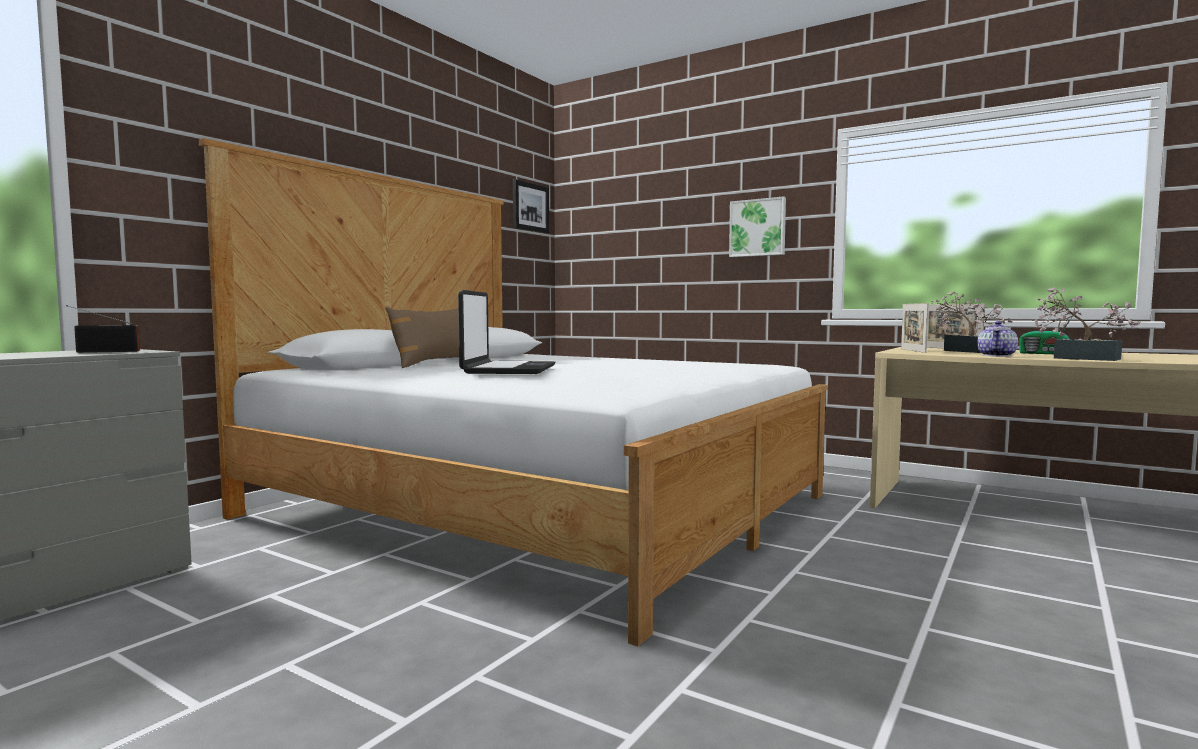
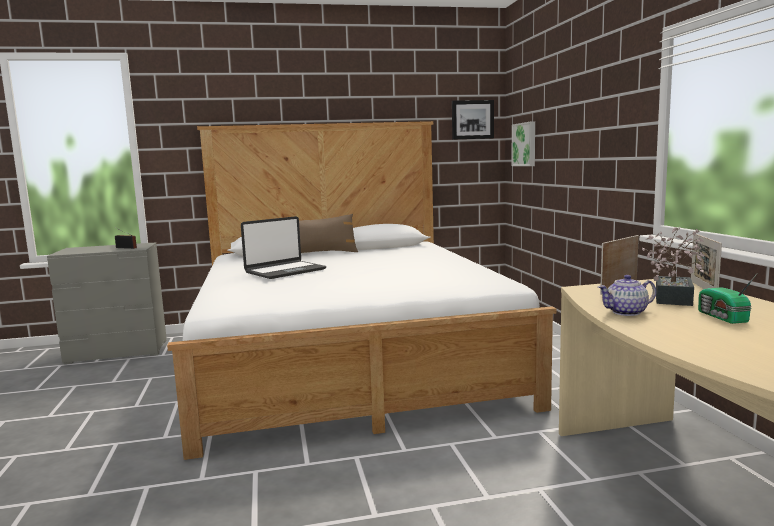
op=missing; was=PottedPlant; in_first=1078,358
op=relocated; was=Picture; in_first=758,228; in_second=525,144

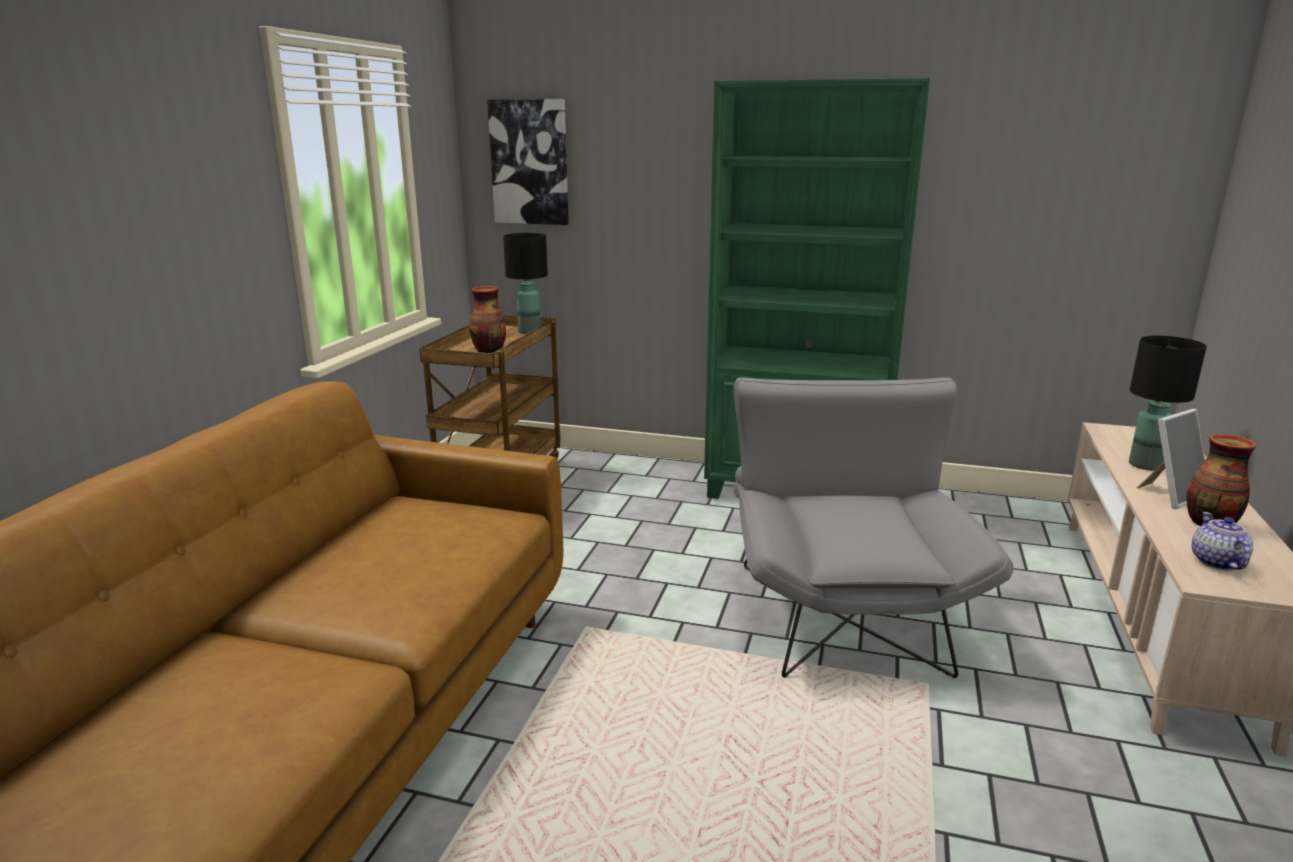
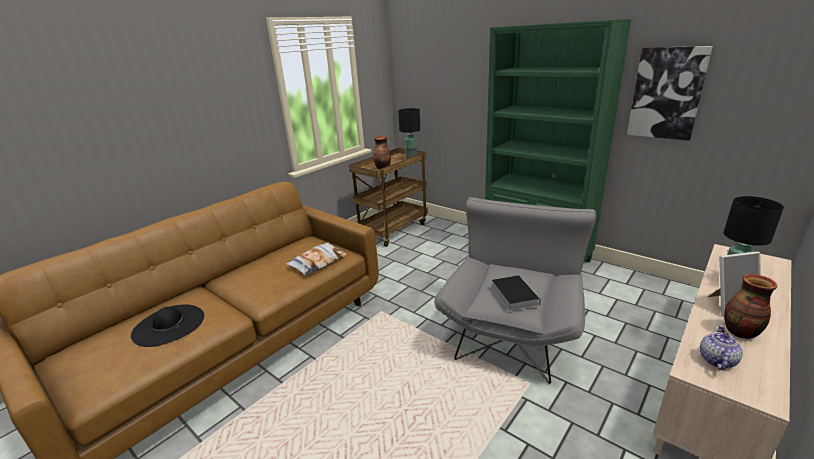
op=appeared; now=BlackHat; in_second=168,325
op=appeared; now=Pillow; in_second=318,262
op=appeared; now=Book; in_second=513,294
op=relocated; was=Picture; in_first=530,162; in_second=666,93

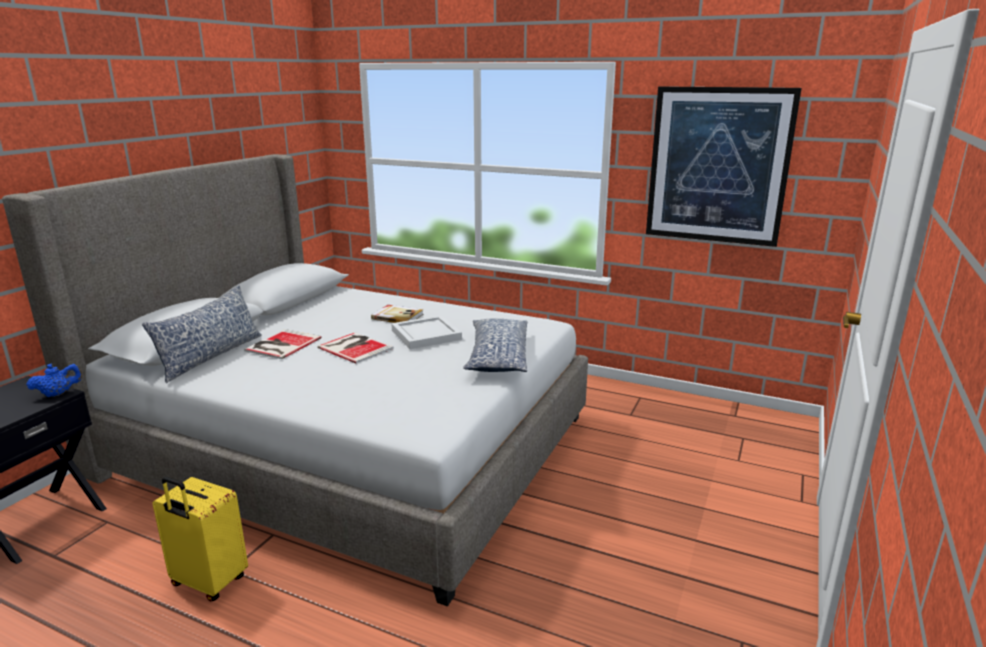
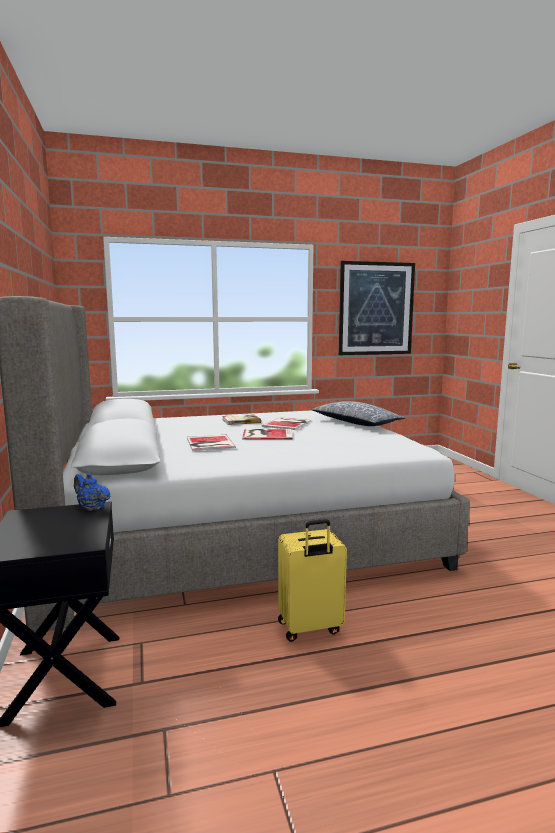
op=missing; was=Pillow; in_first=211,356
op=exchanged; was=WhiteTray; now=Book; in_first=427,335; in_second=288,424
op=spun; was=BlueTeapot; in_first=58,394; in_second=91,508; clockwise=-75

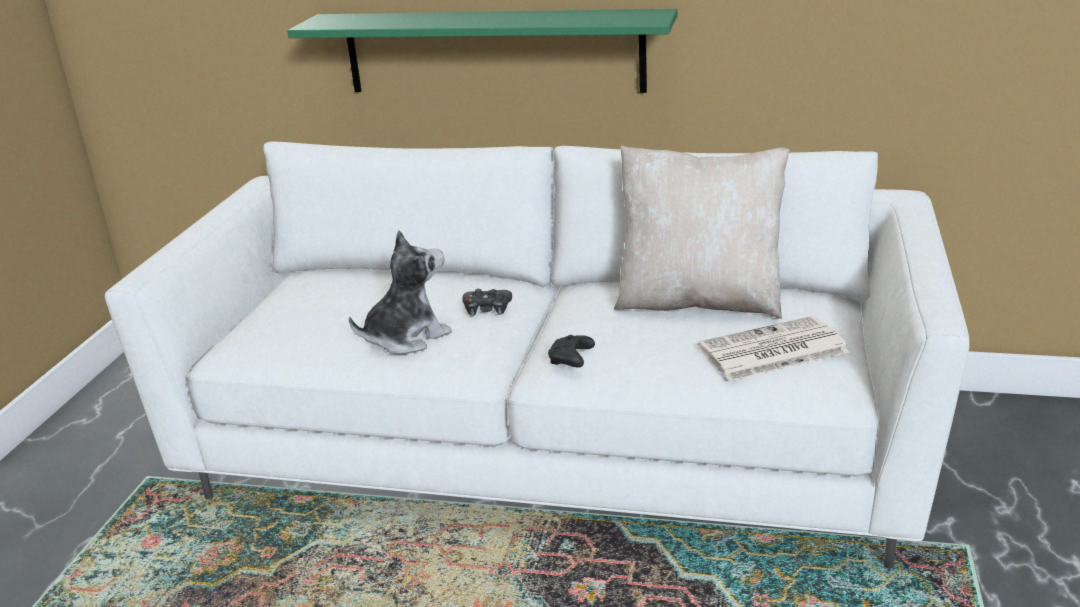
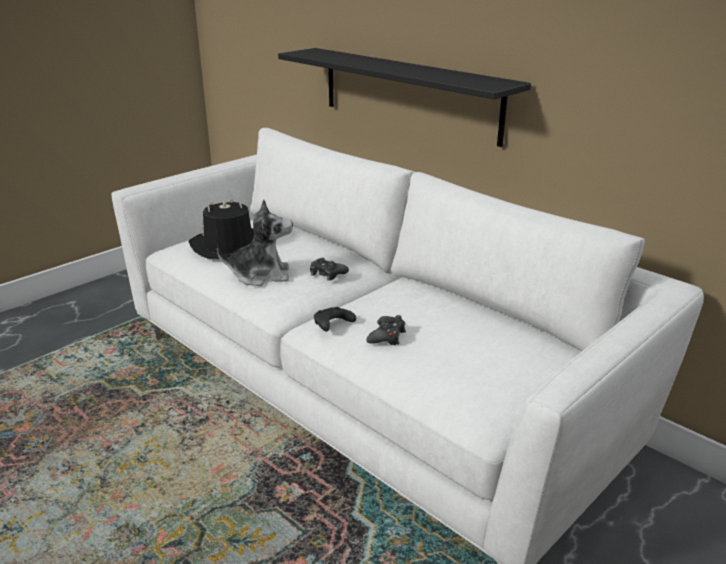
op=missing; was=BeigePillow; in_first=699,301
op=missing; was=Newspaper; in_first=771,351
op=appeared; now=BlackHat; in_second=228,246
op=appeared; now=BlackGameController; in_second=387,336
op=colour; was=GreenShelf; now=BlackShelf; in_first=493,52; in_second=408,94

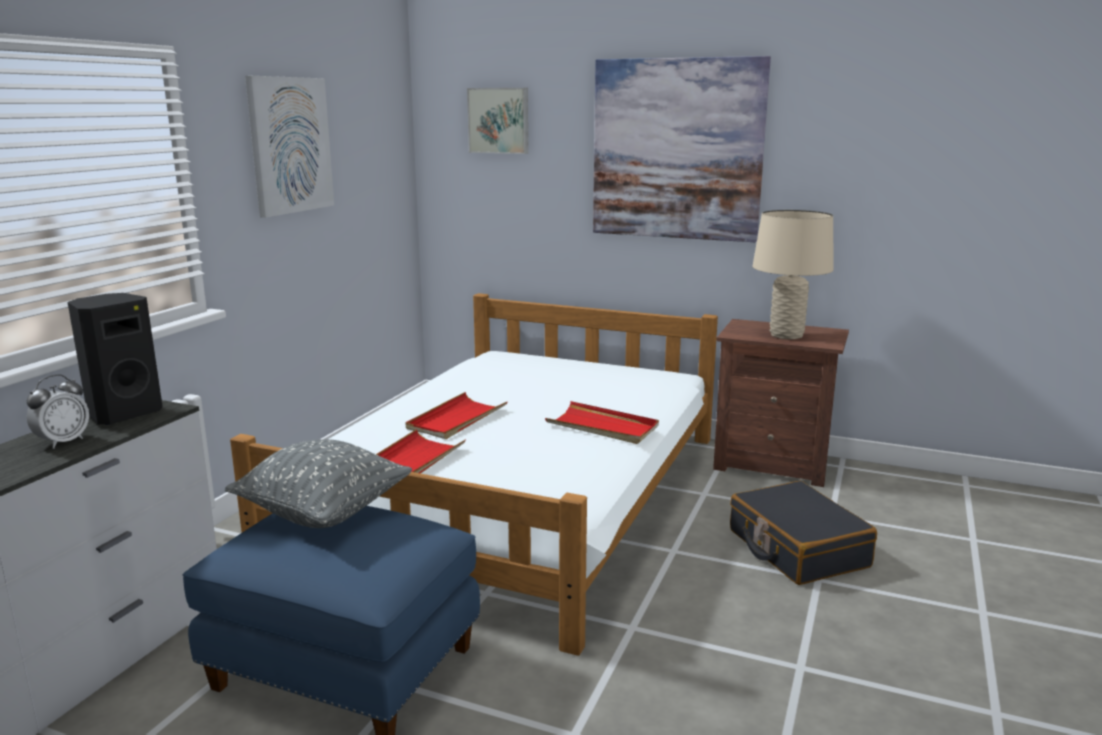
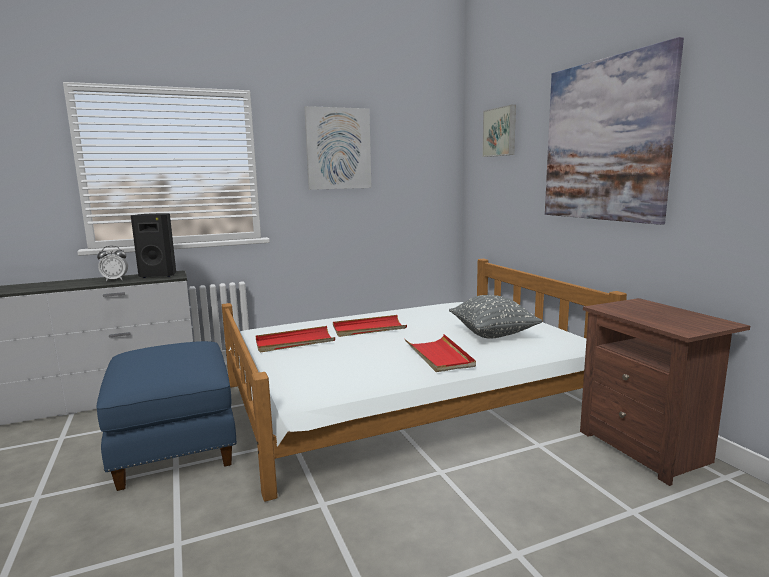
op=missing; was=BlackSuitcase; in_first=796,548
op=missing; was=BeigeTableLamp; in_first=786,335
op=relocated; was=GreyPillow; in_first=324,513; in_second=492,334

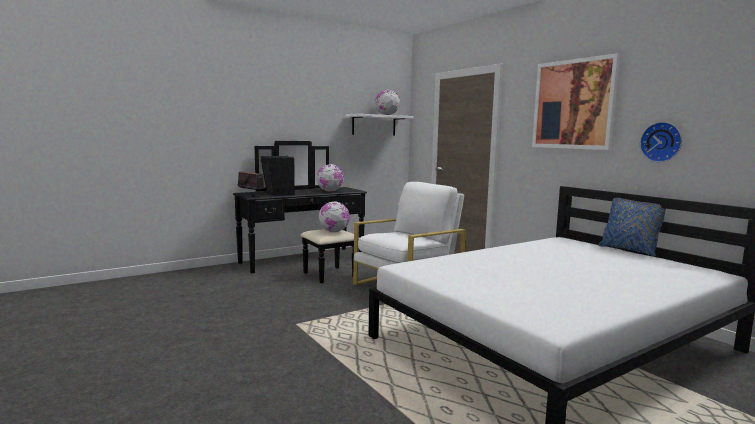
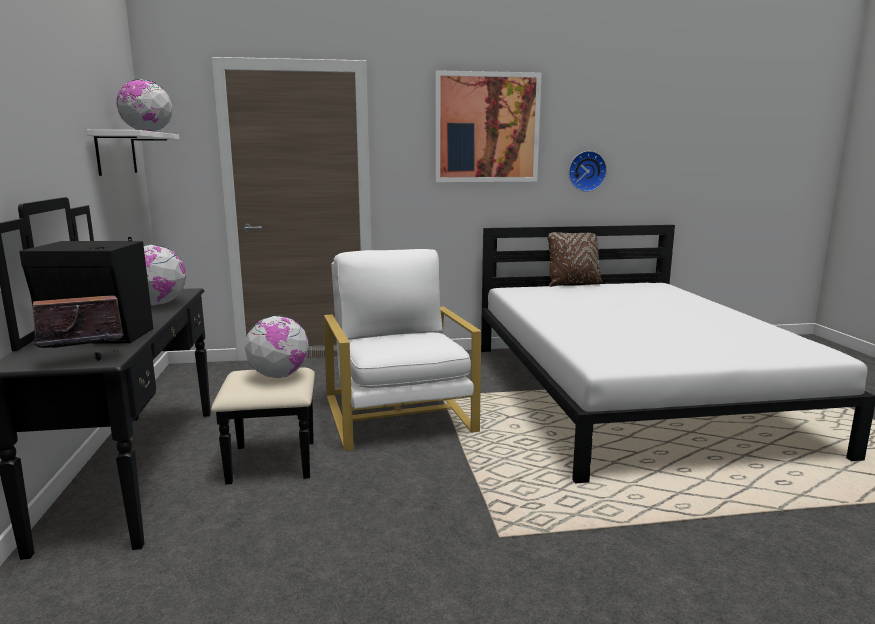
op=colour; was=BluePillow; now=BrownPillow; in_first=629,250; in_second=573,284

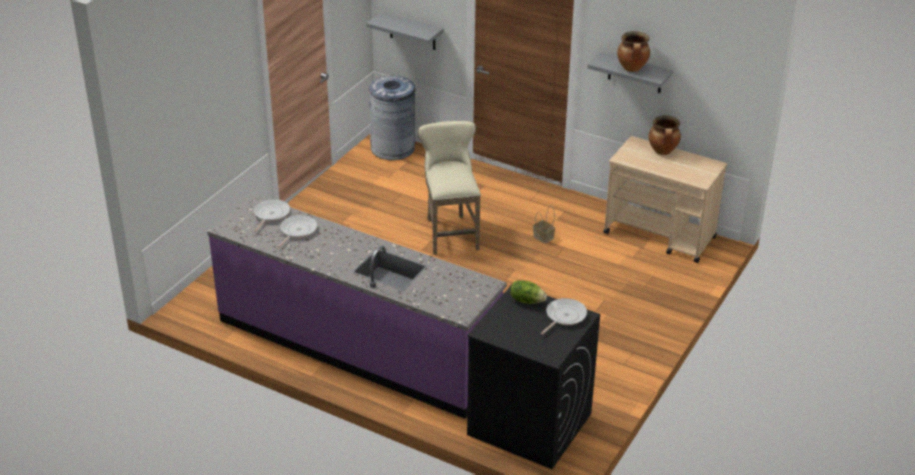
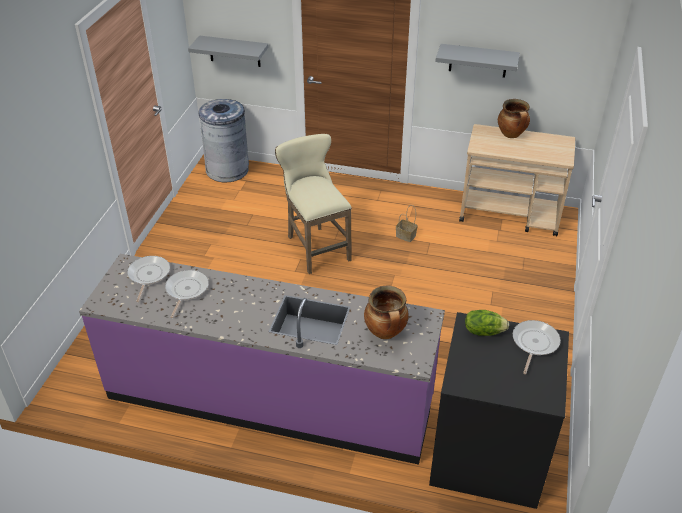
op=relocated; was=CookingPot; in_first=632,69; in_second=386,333

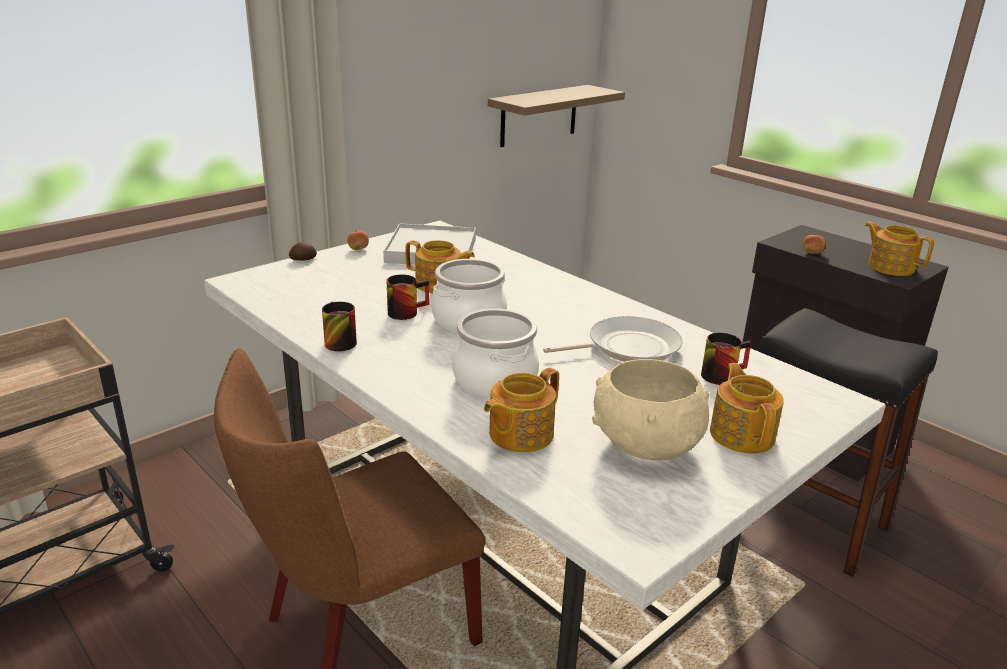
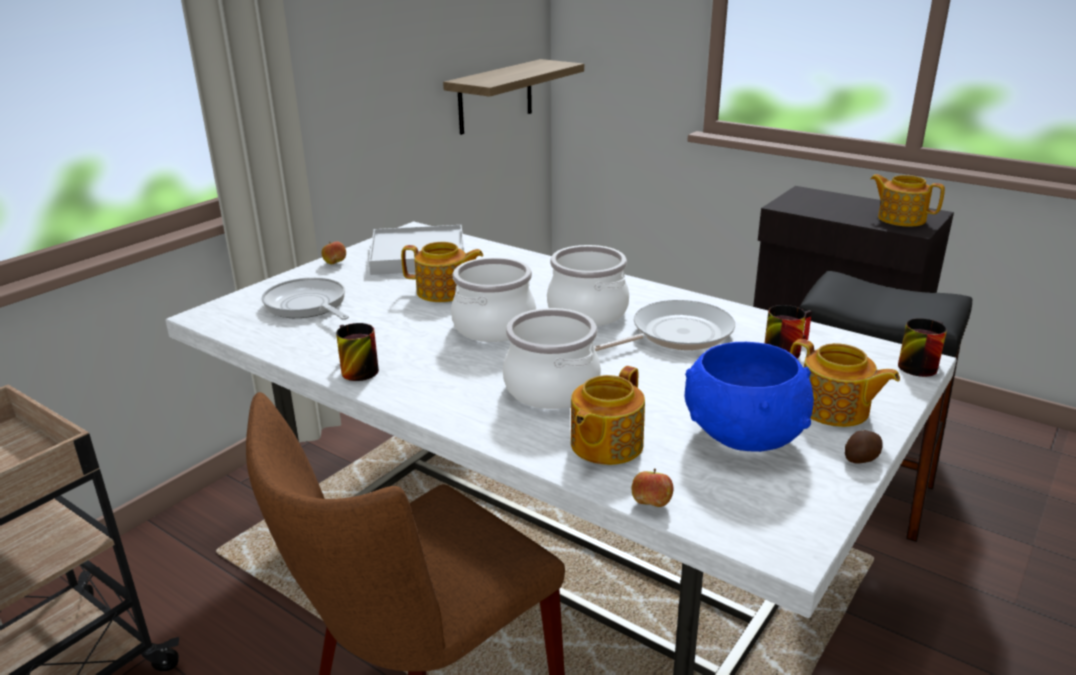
op=appeared; now=FryingPan; in_second=307,305
op=appeared; now=CookingPot; in_second=588,312
op=relocated; was=Potato; in_first=303,259; in_second=862,458
op=relocated; was=Mug; in_first=406,311; in_second=917,364
op=relocated; was=Apple; in_first=812,253; in_second=651,504
op=colour; was=BeigeBowl; now=BlueBowl; in_first=645,445; in_second=743,437
op=spun; was=Teapot; in_first=742,434; in_second=834,409; clockwise=150

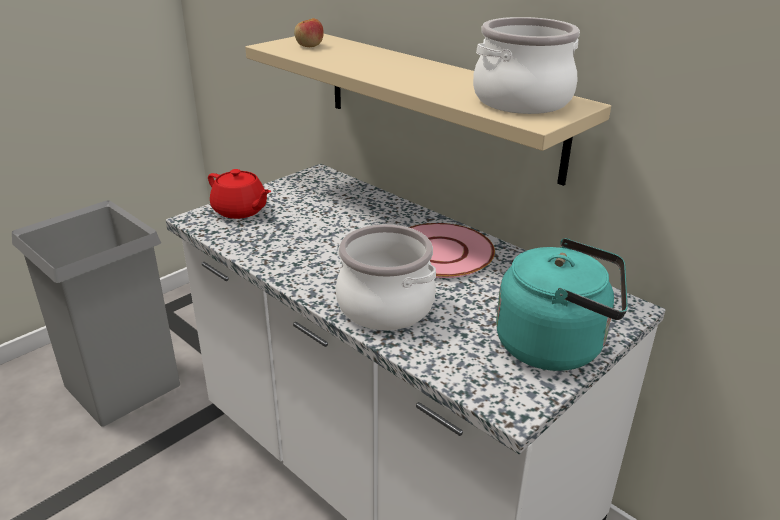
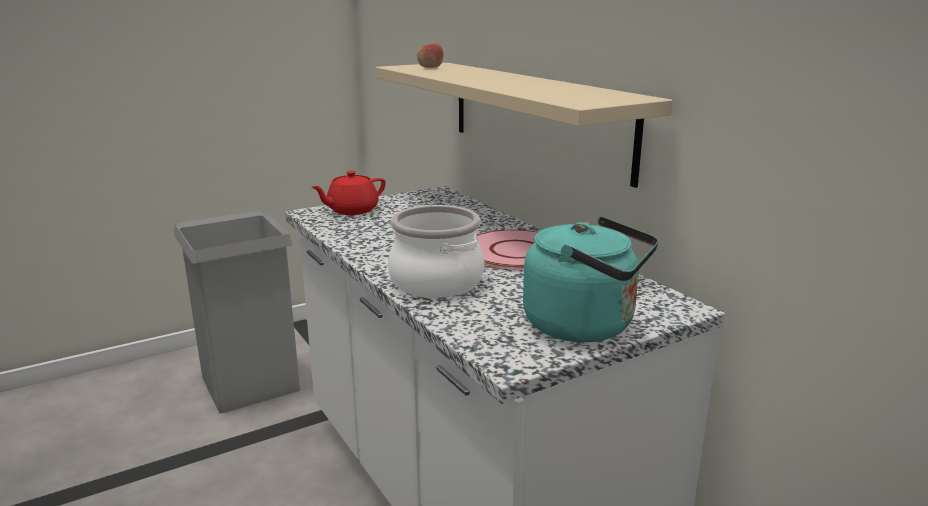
op=missing; was=CookingPot; in_first=522,101
op=spun; was=RedTeapot; in_first=240,211; in_second=351,210; clockwise=90

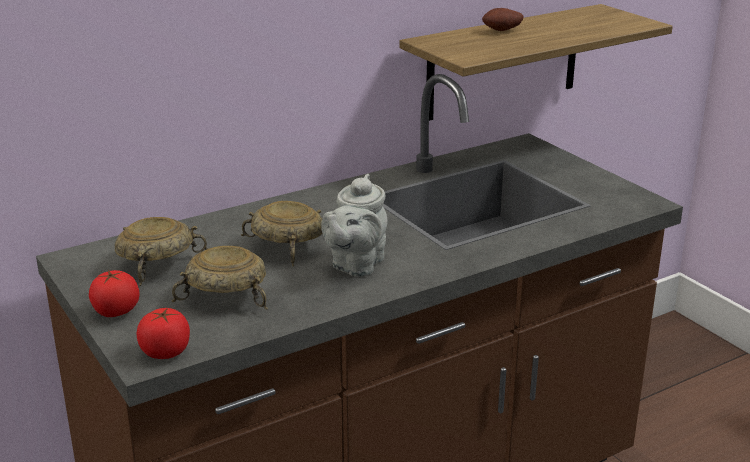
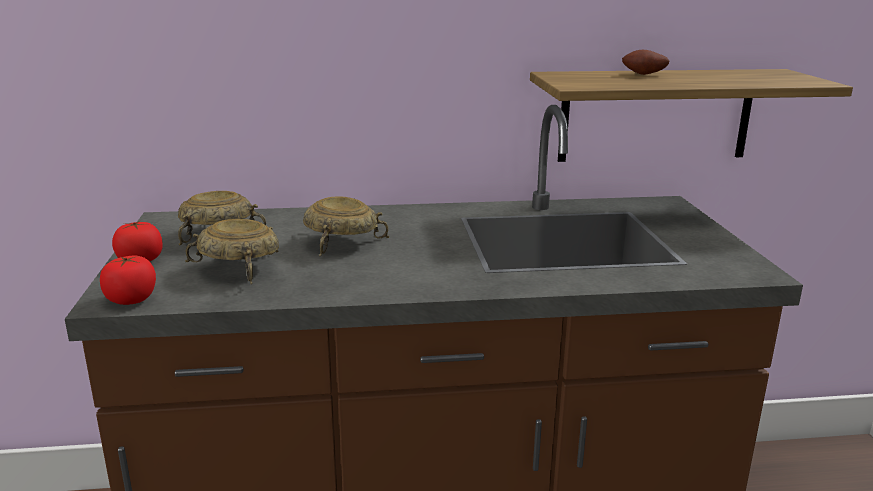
op=missing; was=GreyTeapot; in_first=355,265

